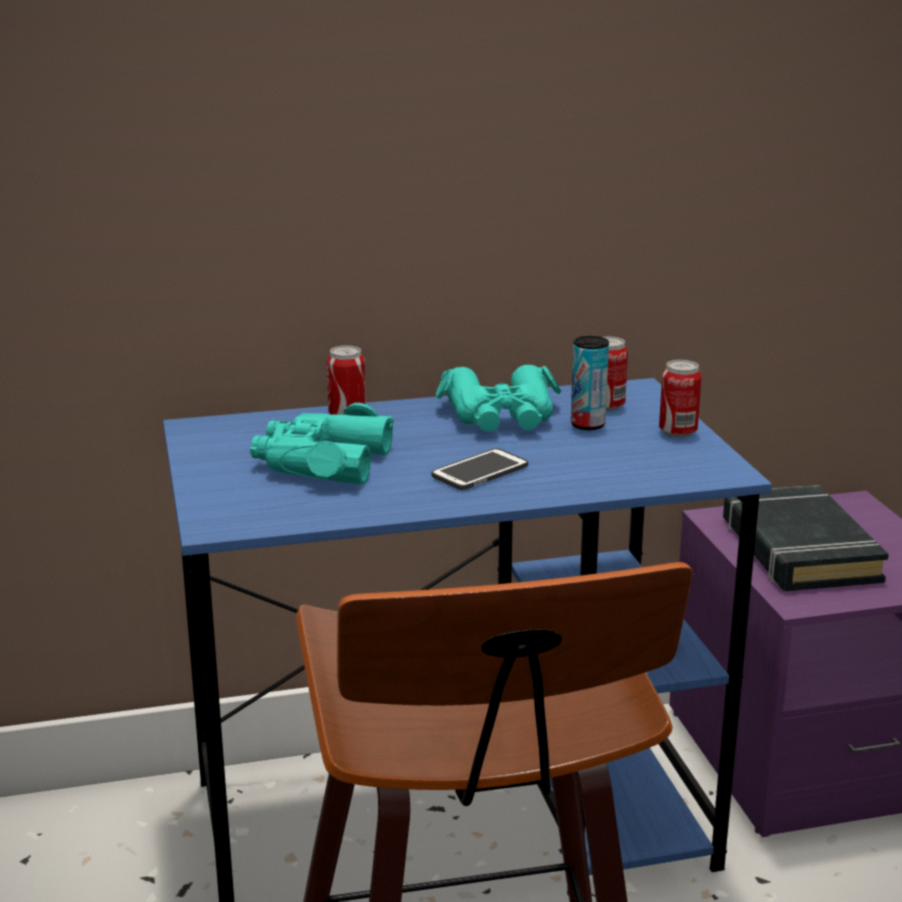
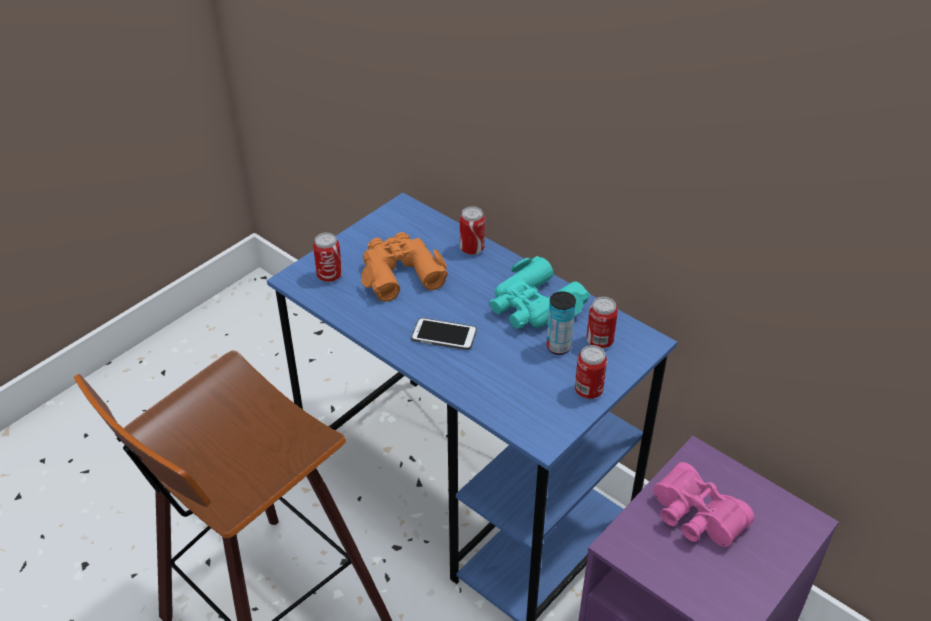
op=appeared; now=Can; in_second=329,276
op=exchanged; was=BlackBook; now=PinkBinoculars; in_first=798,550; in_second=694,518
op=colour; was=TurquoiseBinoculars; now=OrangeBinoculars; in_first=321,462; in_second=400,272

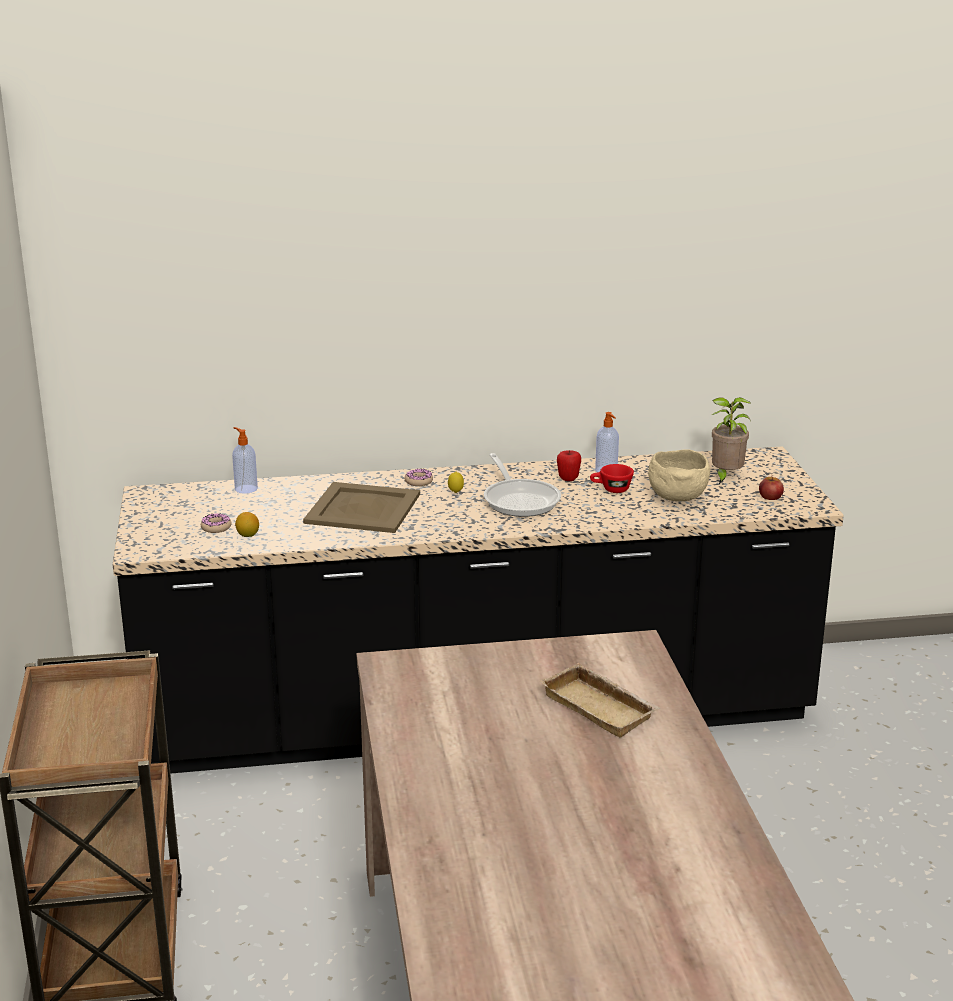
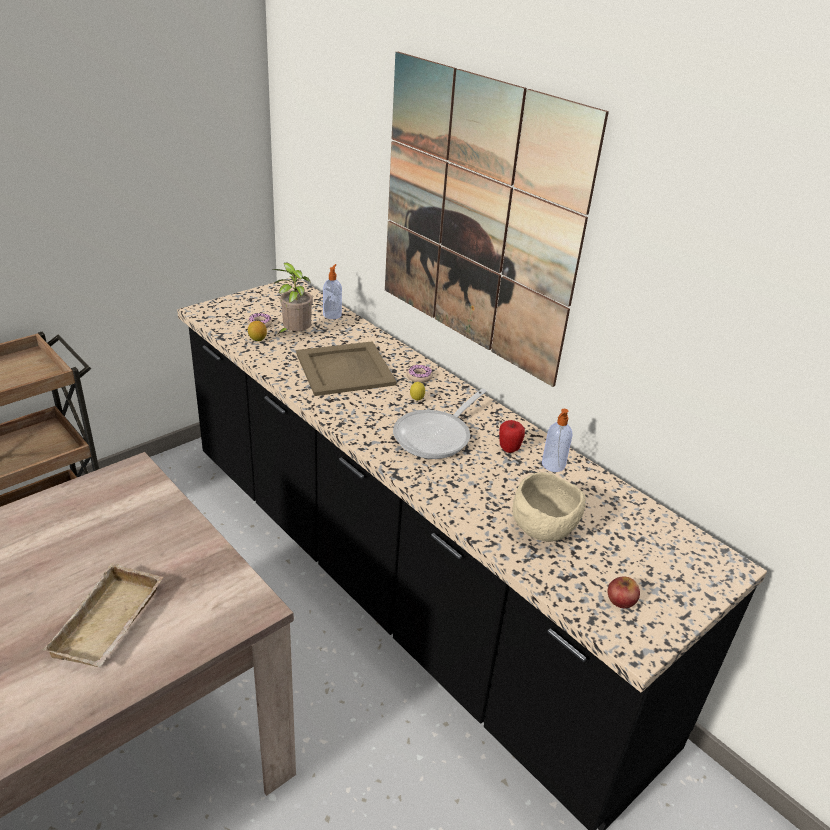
op=missing; was=RedCup; in_first=611,490
op=appeared; now=Picture; in_second=477,217
op=relocated; was=PottedPlant; in_first=725,477; in_second=295,335

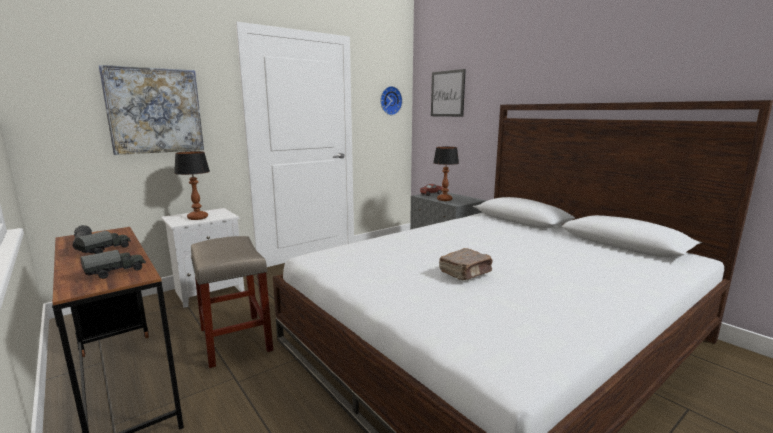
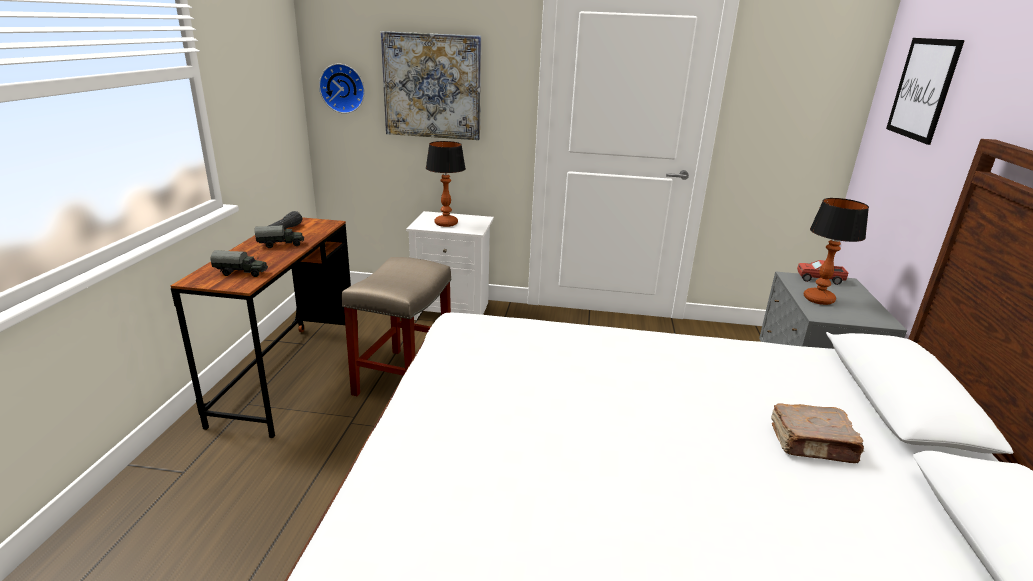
op=relocated; was=WallClock; in_first=390,100; in_second=343,88
op=relocated; was=BrownBook; in_first=466,272; in_second=812,445

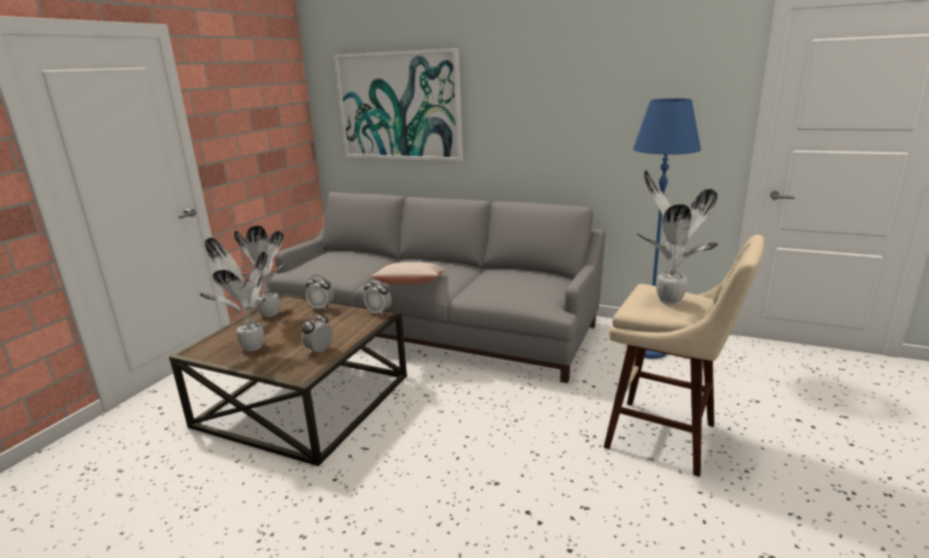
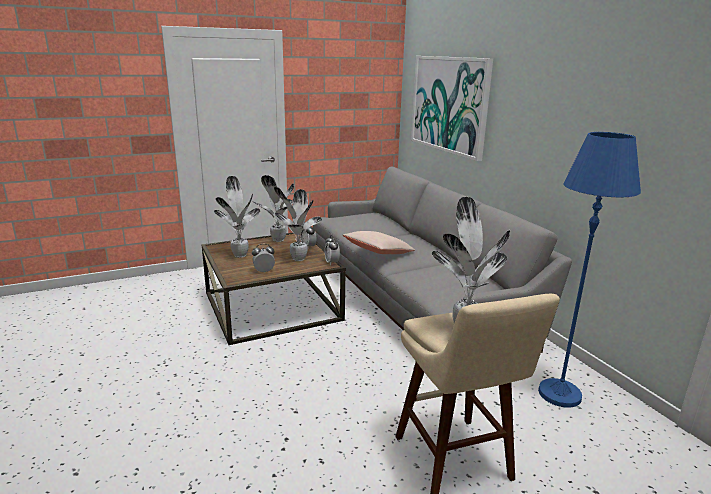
op=appeared; now=PottedPlant; in_second=297,259

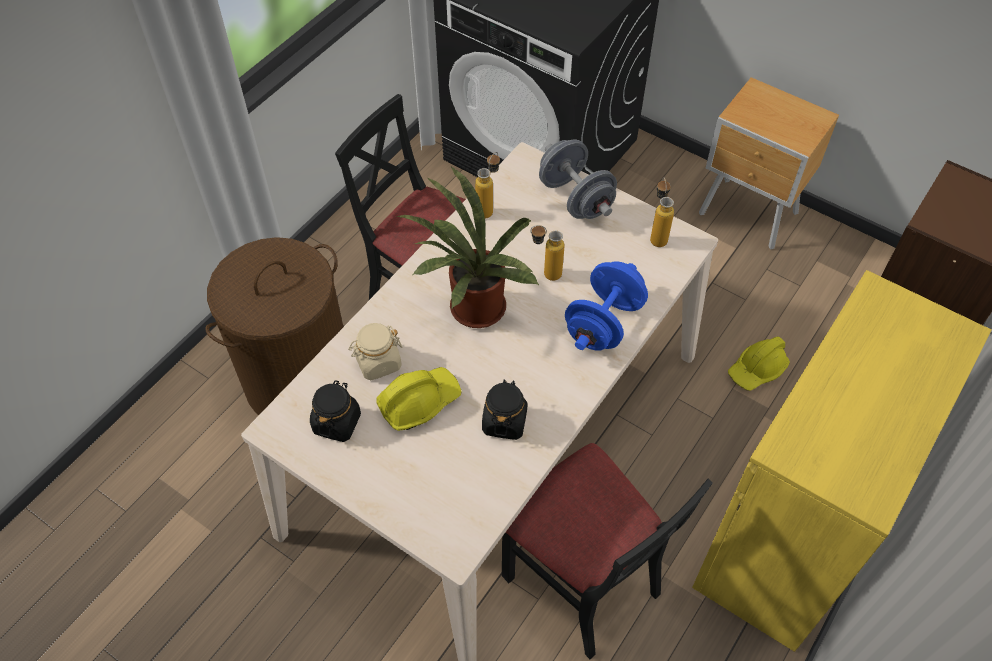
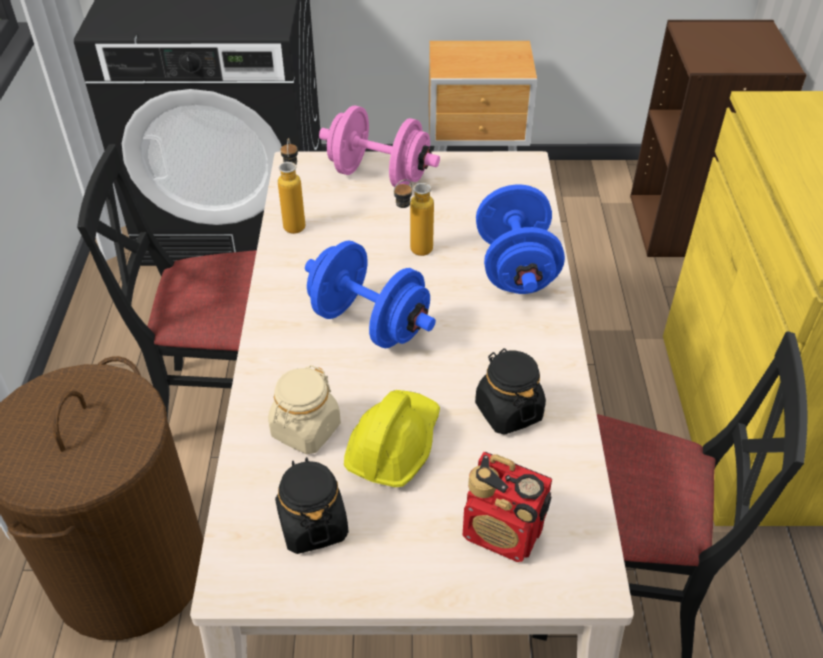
op=missing; was=Bottle; in_first=657,235
op=missing; was=YellowHardHat; in_first=757,369
op=appeared; now=Radio; in_second=503,534
op=exchanged; was=PottedPlant; now=BlueDumbbell; in_first=472,311; in_second=369,323
op=colour; was=GreyDumbbell; now=PinkDumbbell; in_first=575,198; in_second=379,175

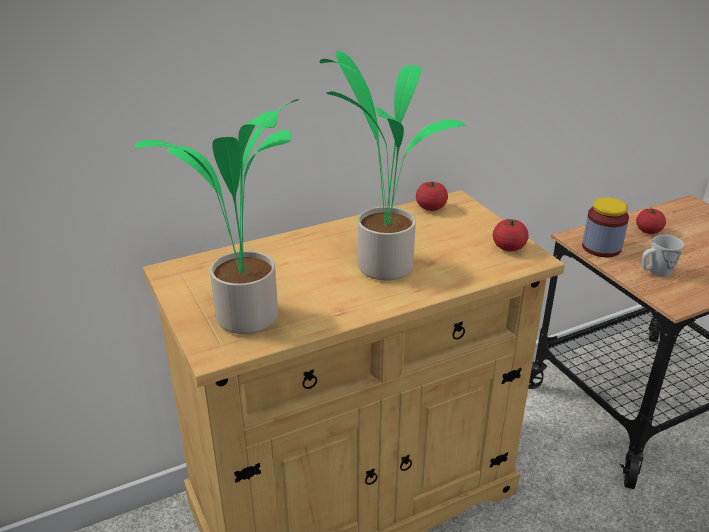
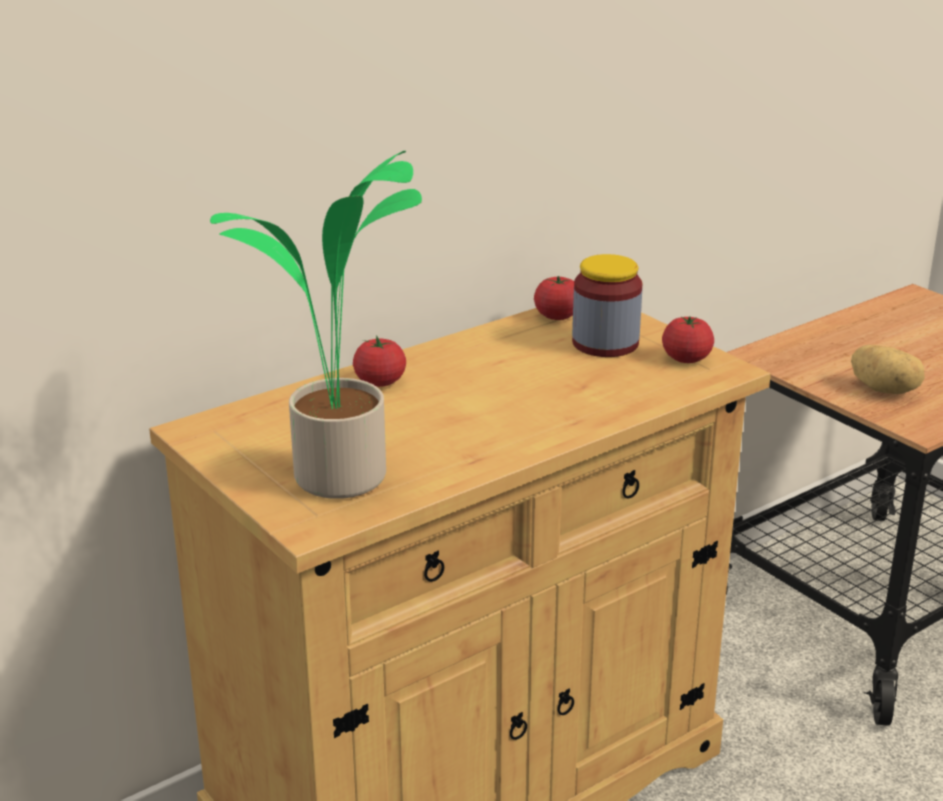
op=missing; was=PottedPlant; in_first=383,265
op=relocated; was=Jar; in_first=601,247; in_second=605,343
op=relocated; was=Tomato; in_first=648,231; in_second=380,382
op=exchanged; was=WhiteMug; now=Potato; in_first=655,272; in_second=885,389

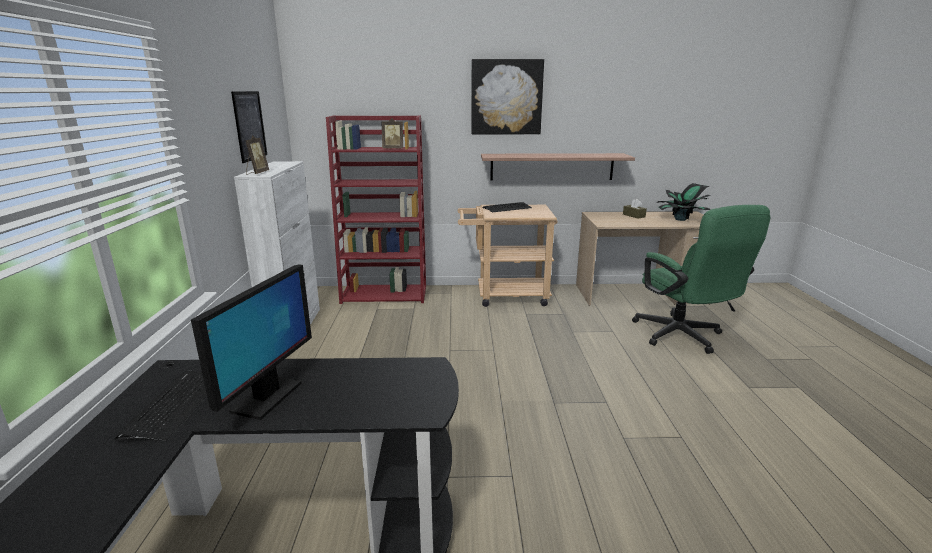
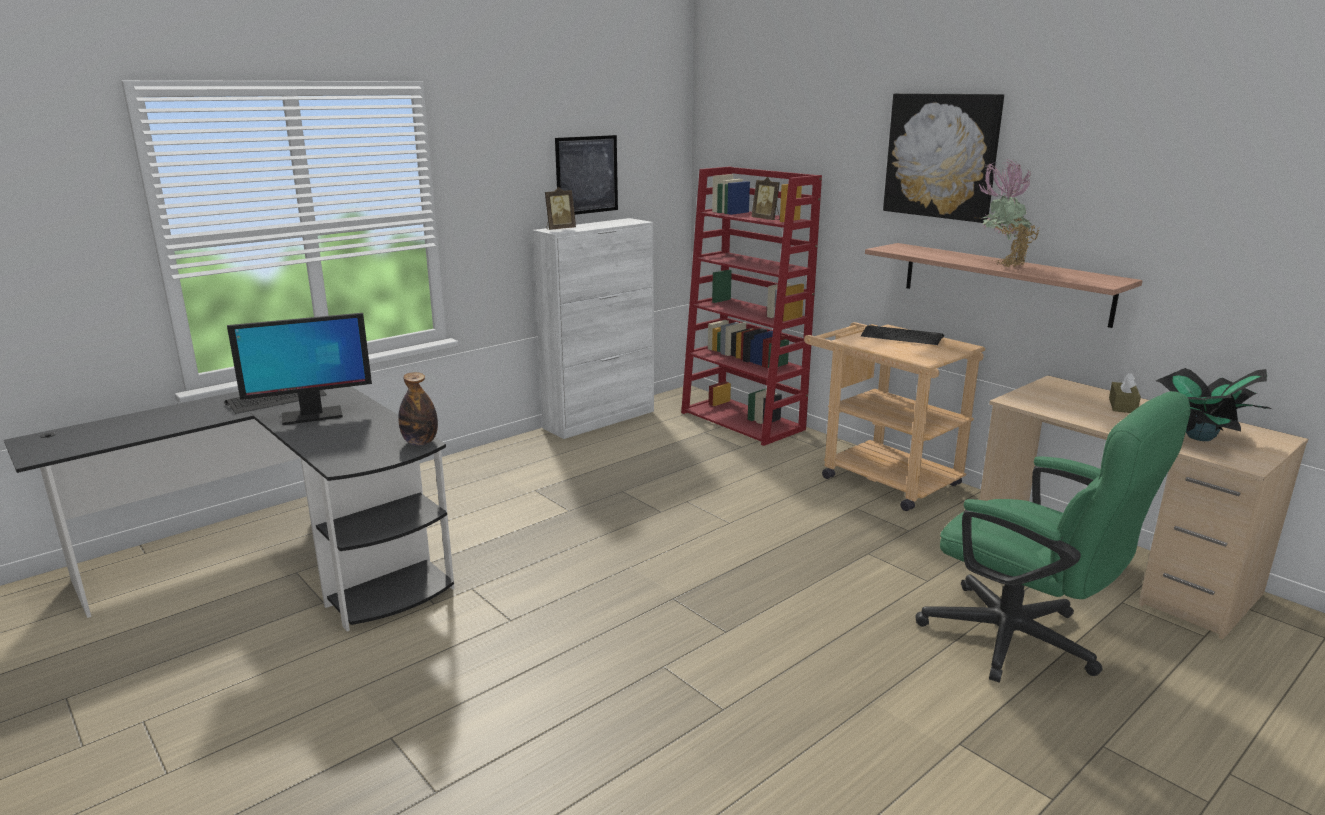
op=appeared; now=Bottle; in_second=420,442
op=appeared; now=PottedPlant; in_second=1001,265
op=spun; was=GreenOfficeChair; in_first=683,337; in_second=1025,643; clockwise=-75

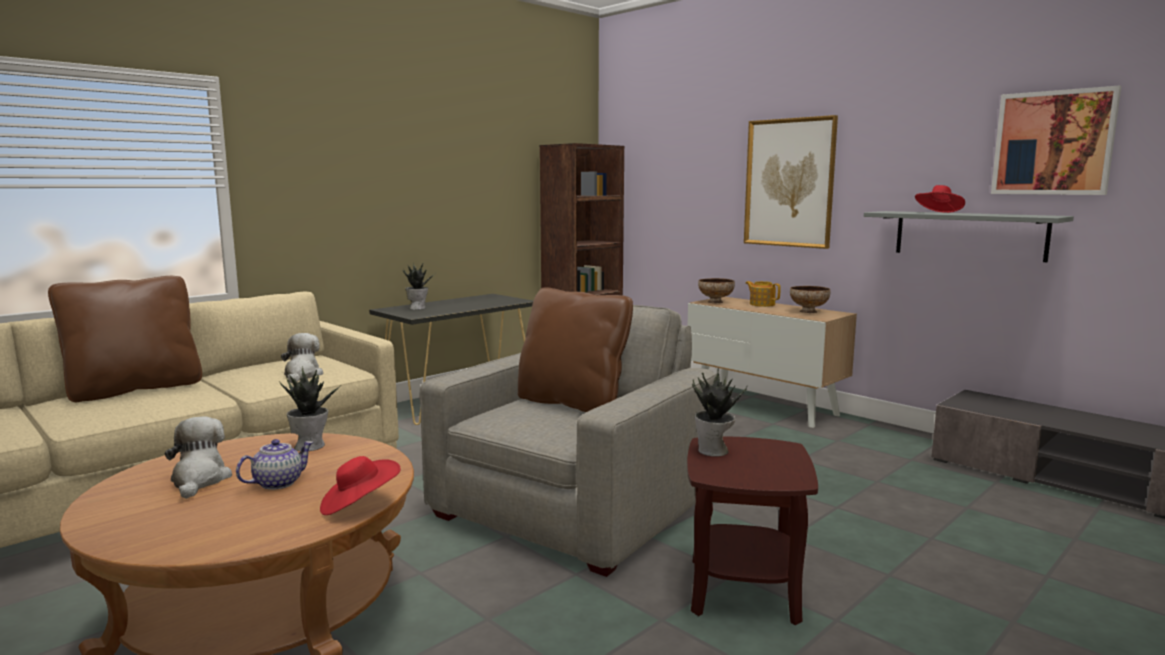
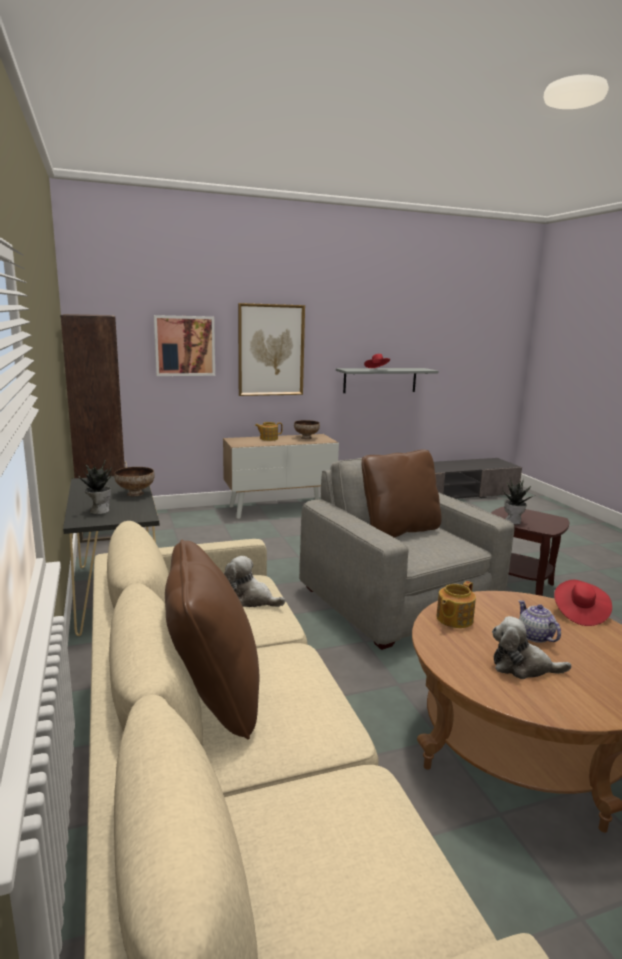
op=relocated; was=Bowl; in_first=716,302; in_second=136,494
op=relocated; was=Picture; in_first=1053,143; in_second=185,346
op=exchanged; was=PottedPlant; now=Teapot; in_first=310,445; in_second=453,619

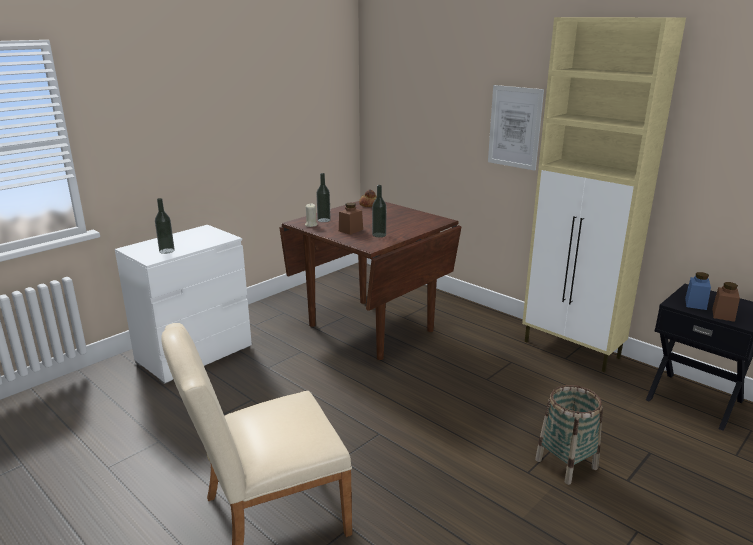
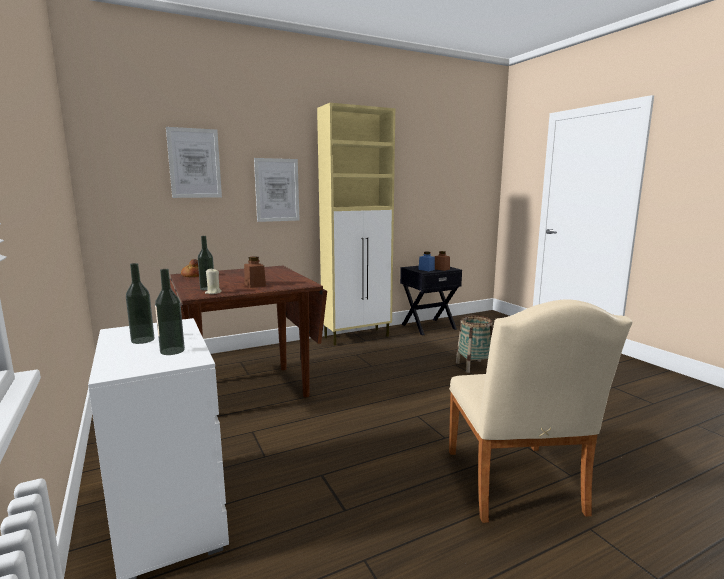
op=appeared; now=Picture; in_second=194,163
op=relocated; was=Bottle; in_first=379,235; in_second=142,340

